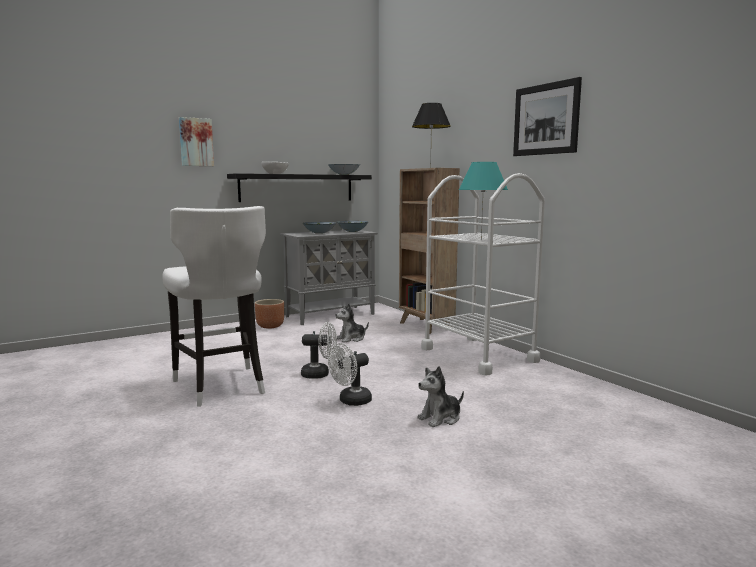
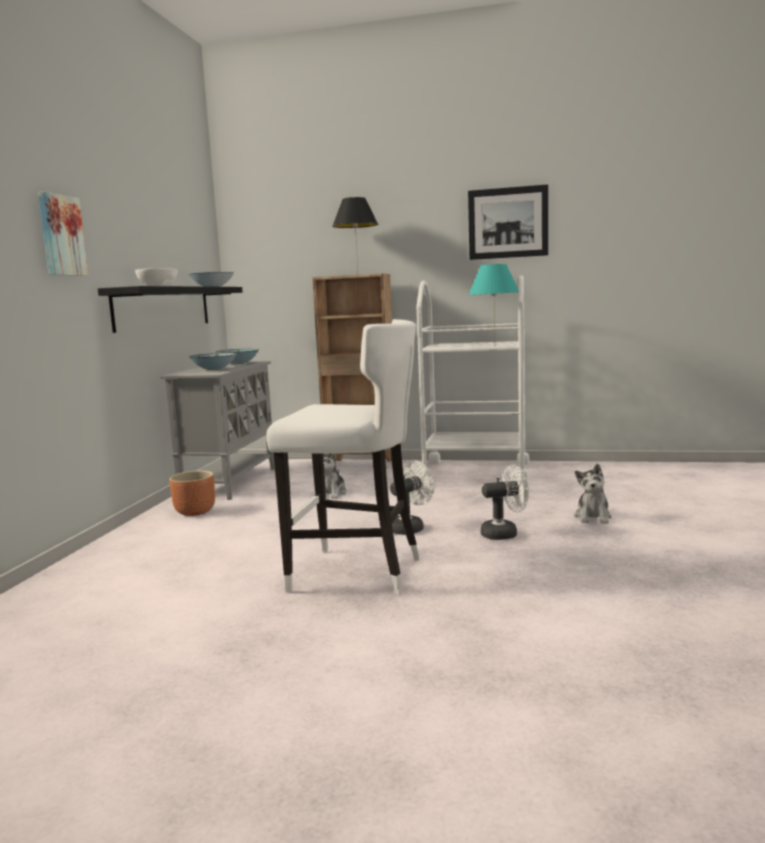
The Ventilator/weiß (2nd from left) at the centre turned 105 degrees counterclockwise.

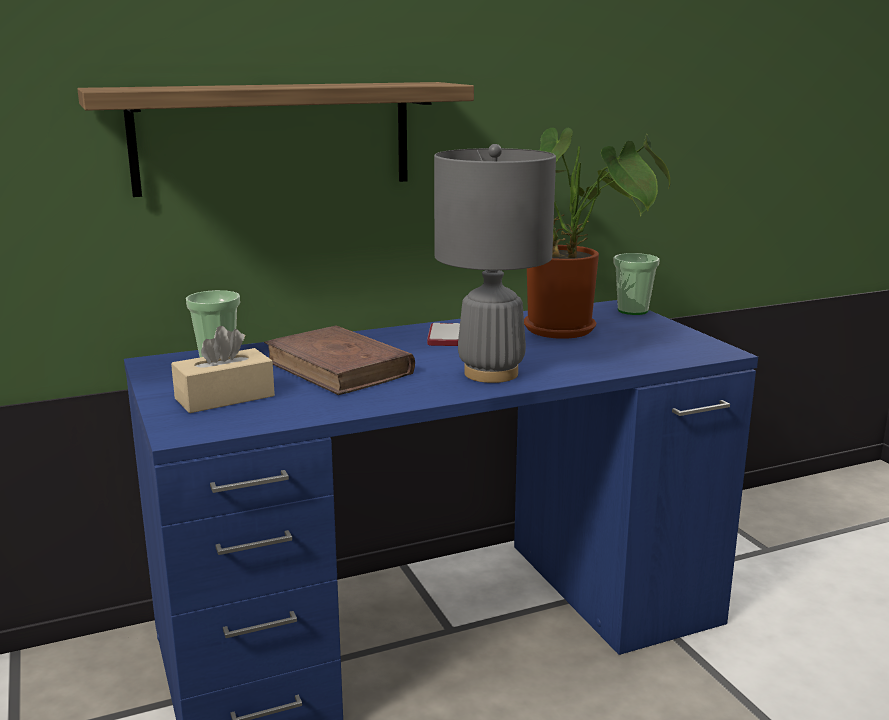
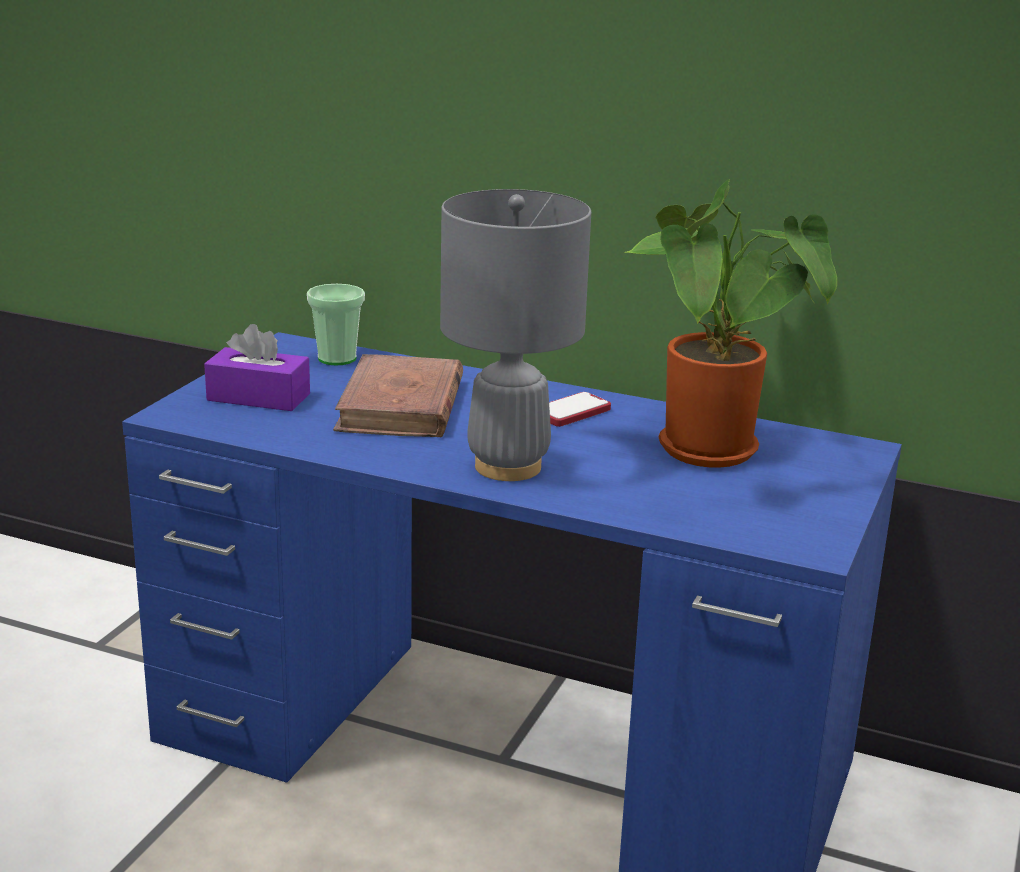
The Wandregal at the top left disappeared.
The Taschentuchbox/beige at the middle left became the Taschentuchbox/lila at the middle left.
The Tasse (2nd from left) at the middle right disappeared.

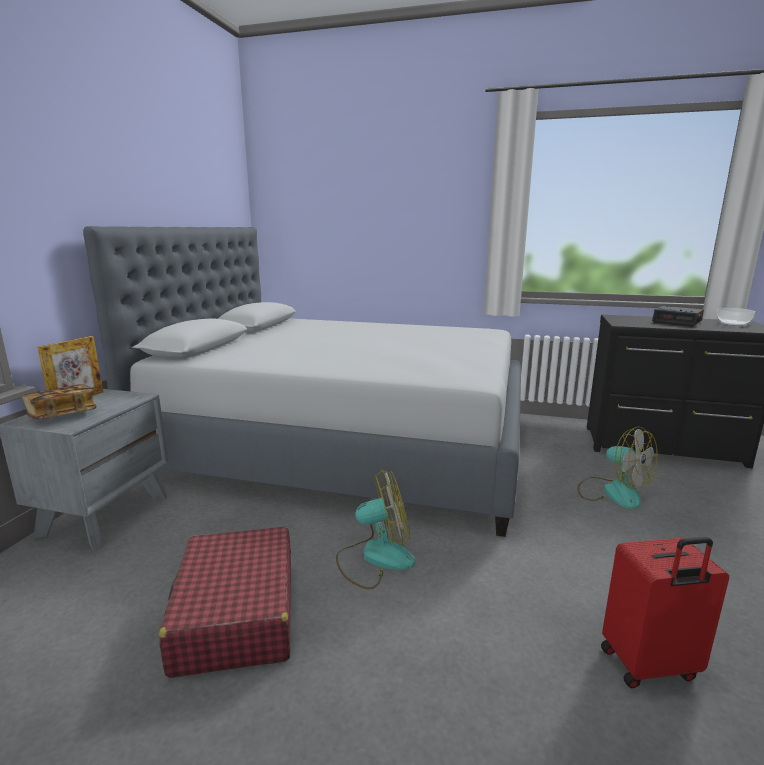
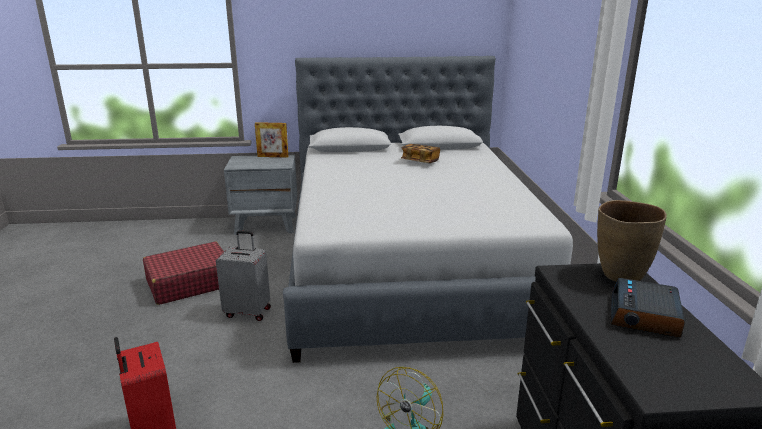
The Buch moved from the middle left to the centre.
The Ventilator (1st from left) at the bottom centre was replaced by the Koffer/grau at the middle left.
The Schüssel at the middle right disappeared.
The Vase/braun at the middle right appeared.

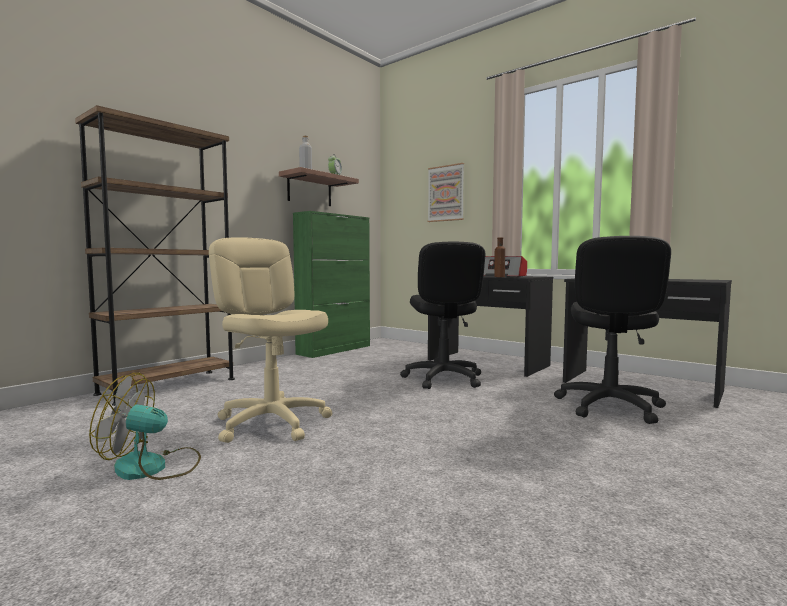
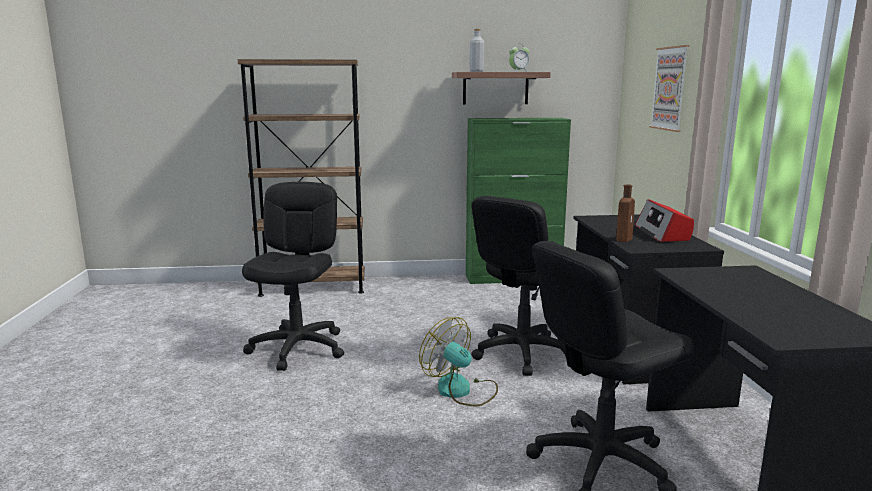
The Ventilator moved from the bottom left to the bottom centre.
The Bürostuhl/beige at the centre became the Bürostuhl/schwarz (1st from left) at the centre.

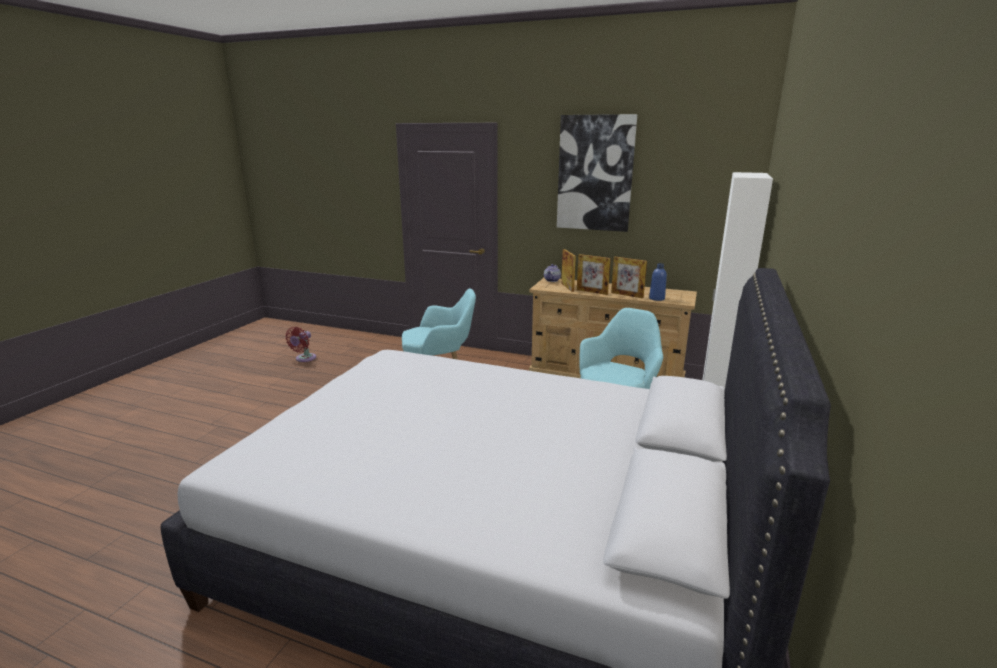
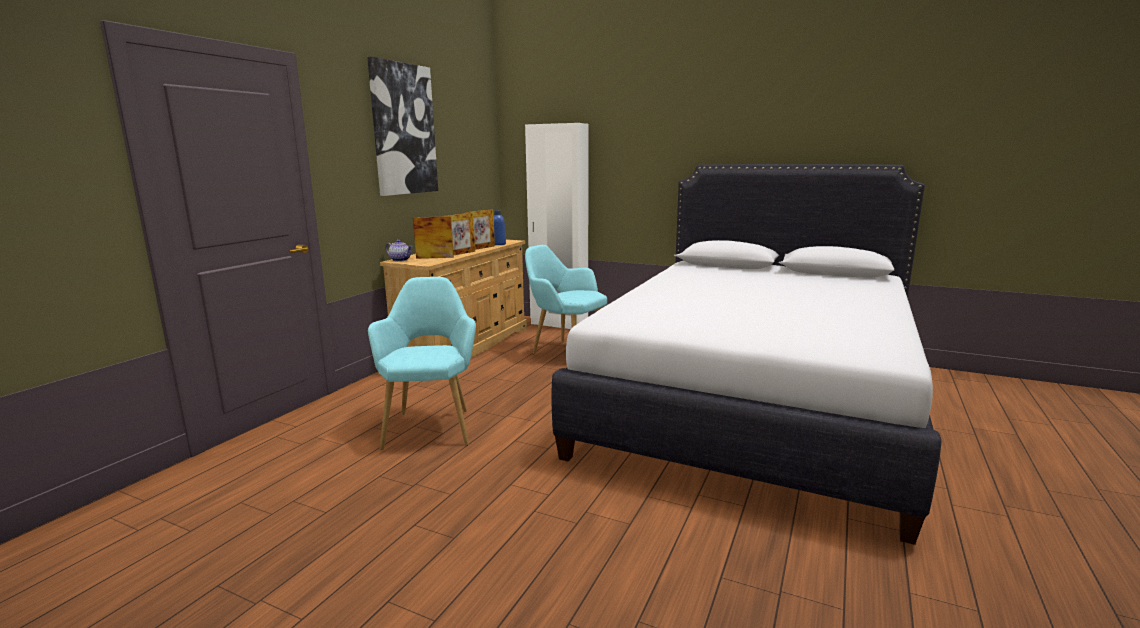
The Ventilator/rot at the middle left disappeared.

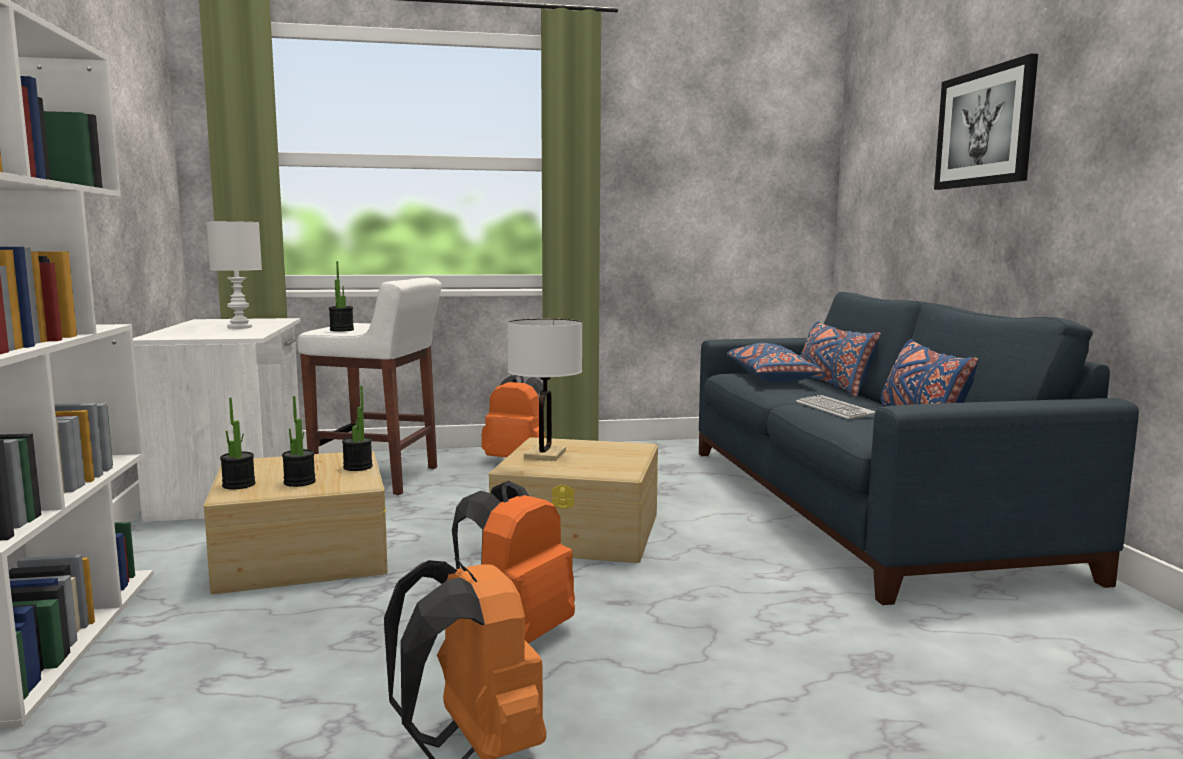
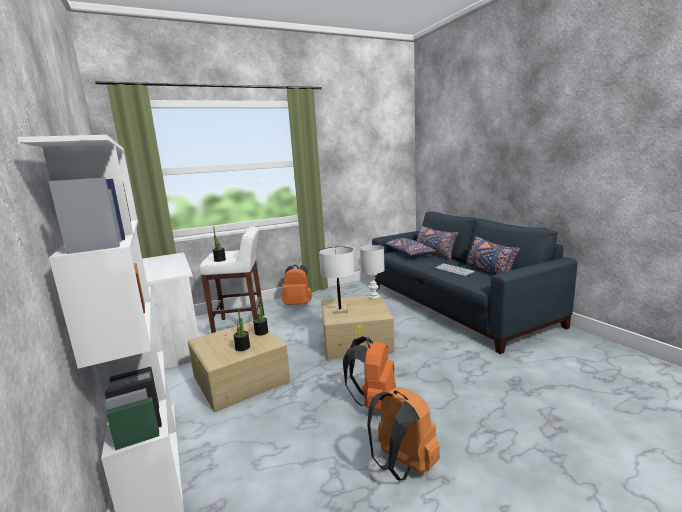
The Tischlampe/weiß (1st from left in the first image) moved from the middle left to the centre.
The Topfpflanze (1st from left) at the middle left disappeared.
The Bild at the top right disappeared.

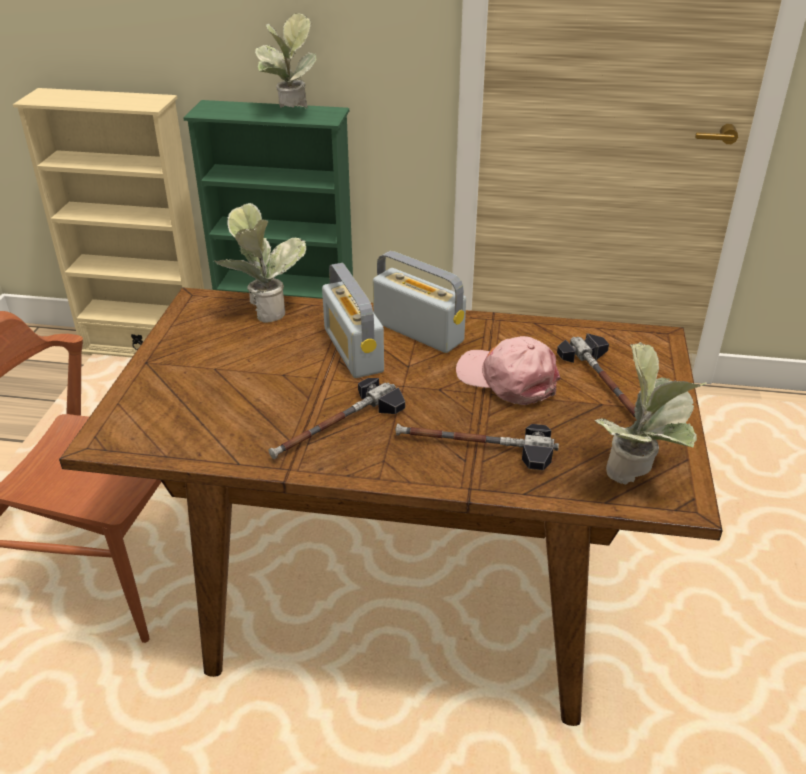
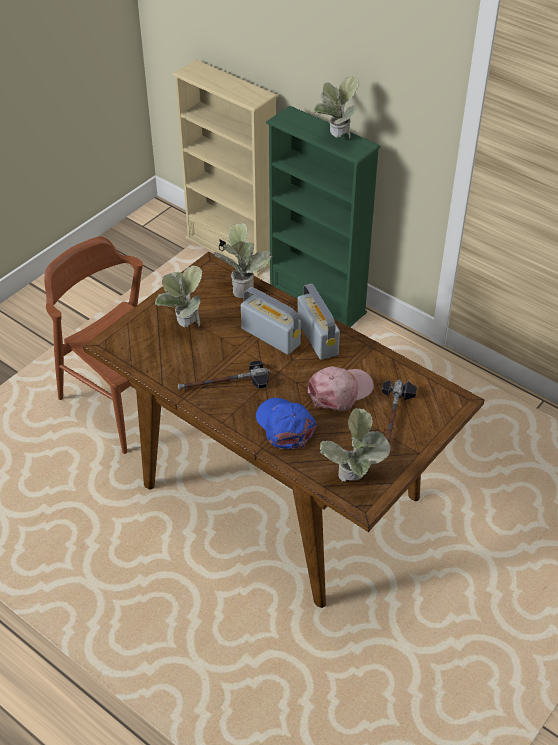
The Radio (1st from left) at the centre turned 120 degrees clockwise.
The Hammer (2nd from left) at the centre was replaced by the Kappe/blau at the centre.
The Kappe/rosa at the centre turned 75 degrees clockwise.
The Topfpflanze (1st from left) at the middle left appeared.

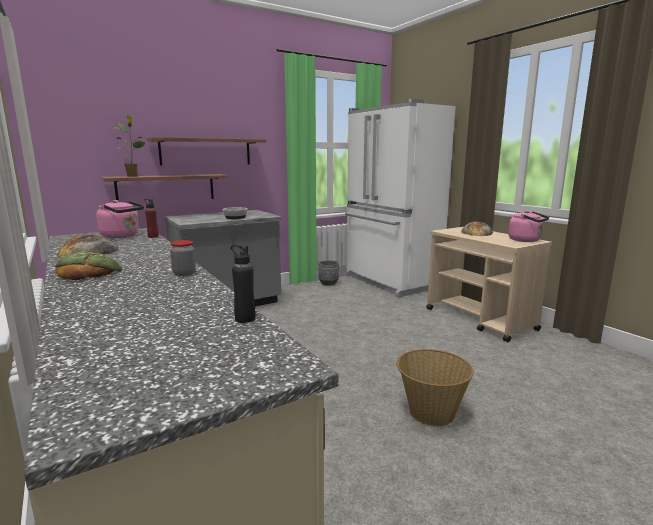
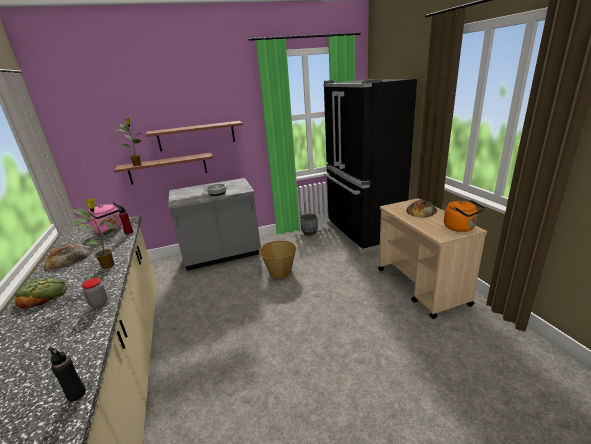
The Kühlschrank/weiß at the centre became the Kühlschrank/schwarz at the centre.
The Korb moved from the bottom centre to the centre.
The Wasserkessel/rosa (2nd from left) at the middle right became the Wasserkessel/orange at the middle right.
The Topfpflanze (1st from left) at the middle left appeared.

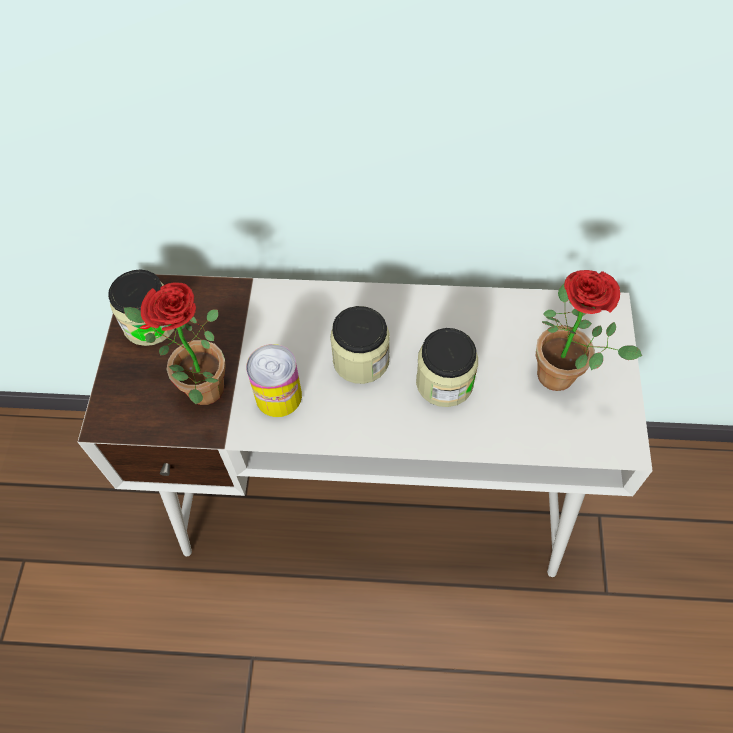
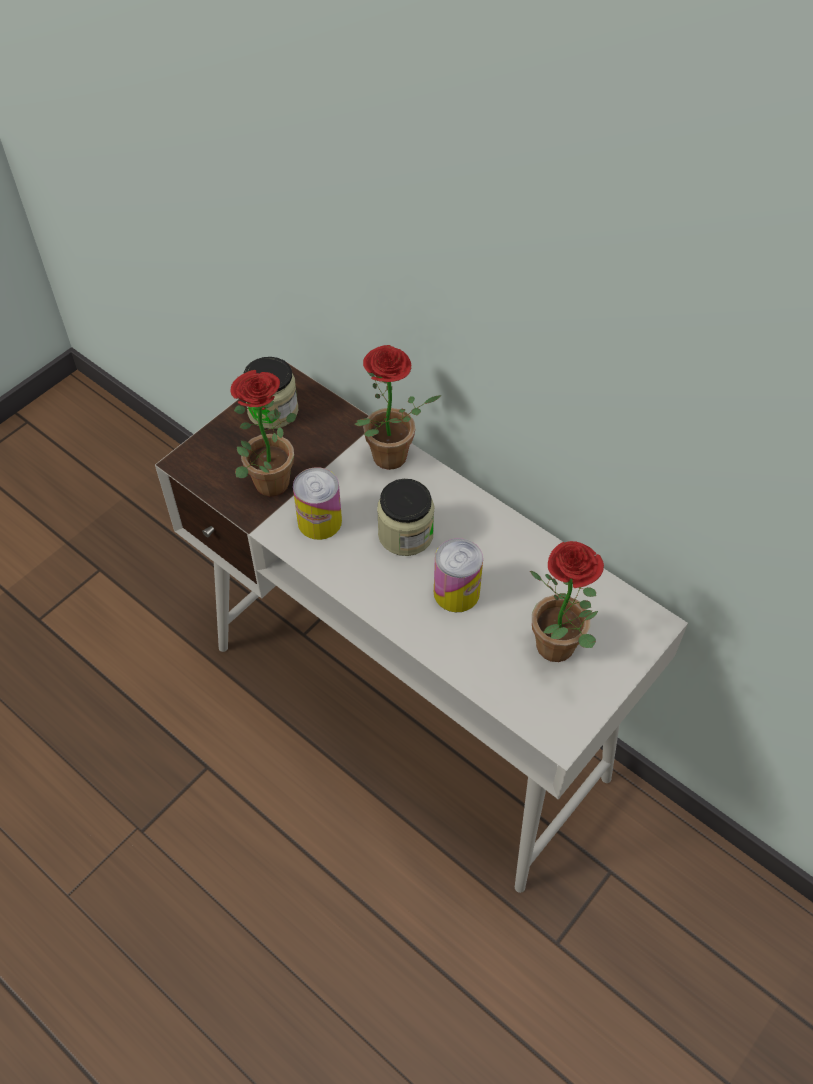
The Vorratsglas (3rd from left) at the centre was replaced by the Dose (2nd from left) at the centre.
The Topfpflanze (2nd from left) at the centre appeared.

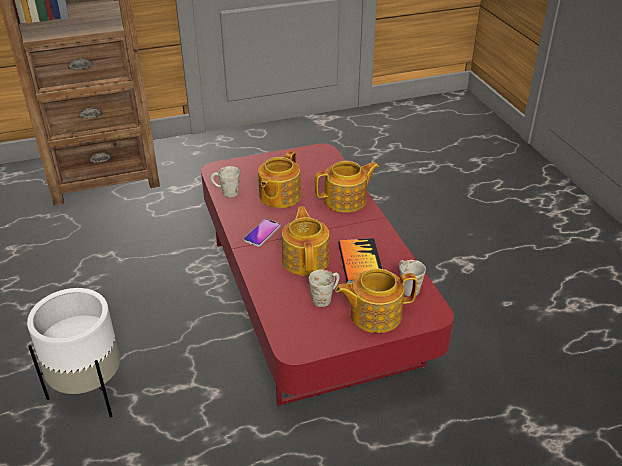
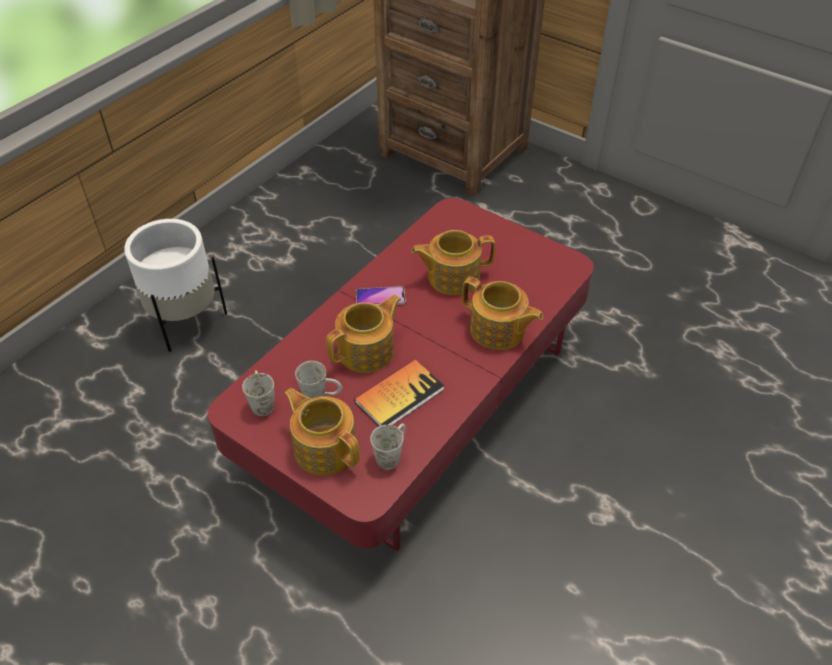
The Henkelbecher/weiß (1st from left) moved from the centre to the middle left.

